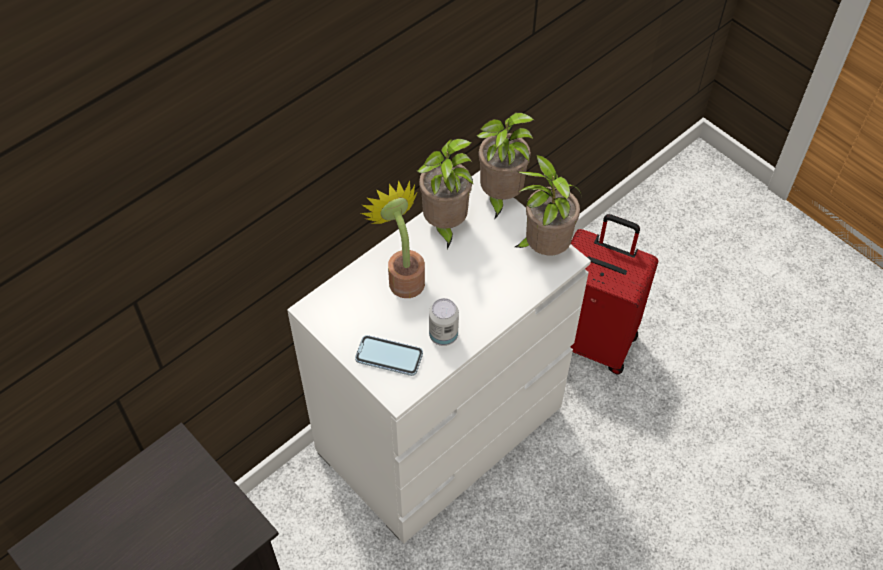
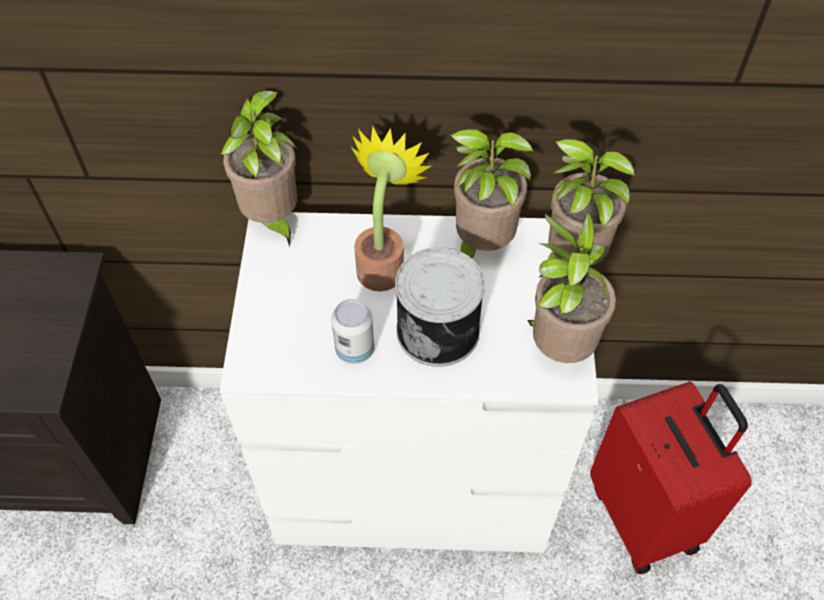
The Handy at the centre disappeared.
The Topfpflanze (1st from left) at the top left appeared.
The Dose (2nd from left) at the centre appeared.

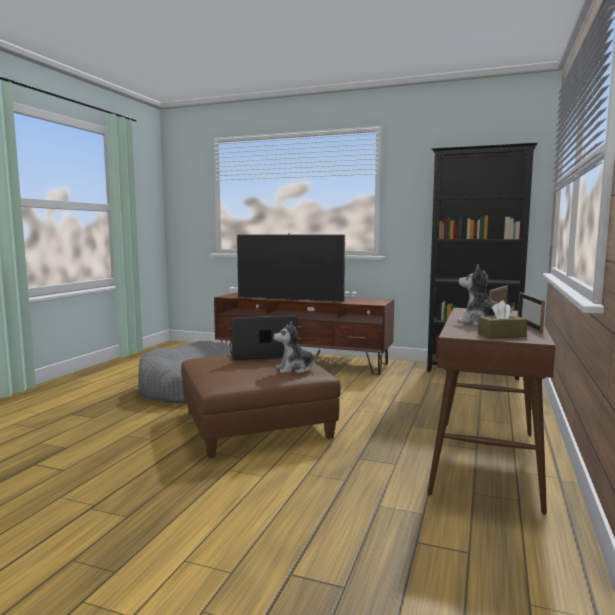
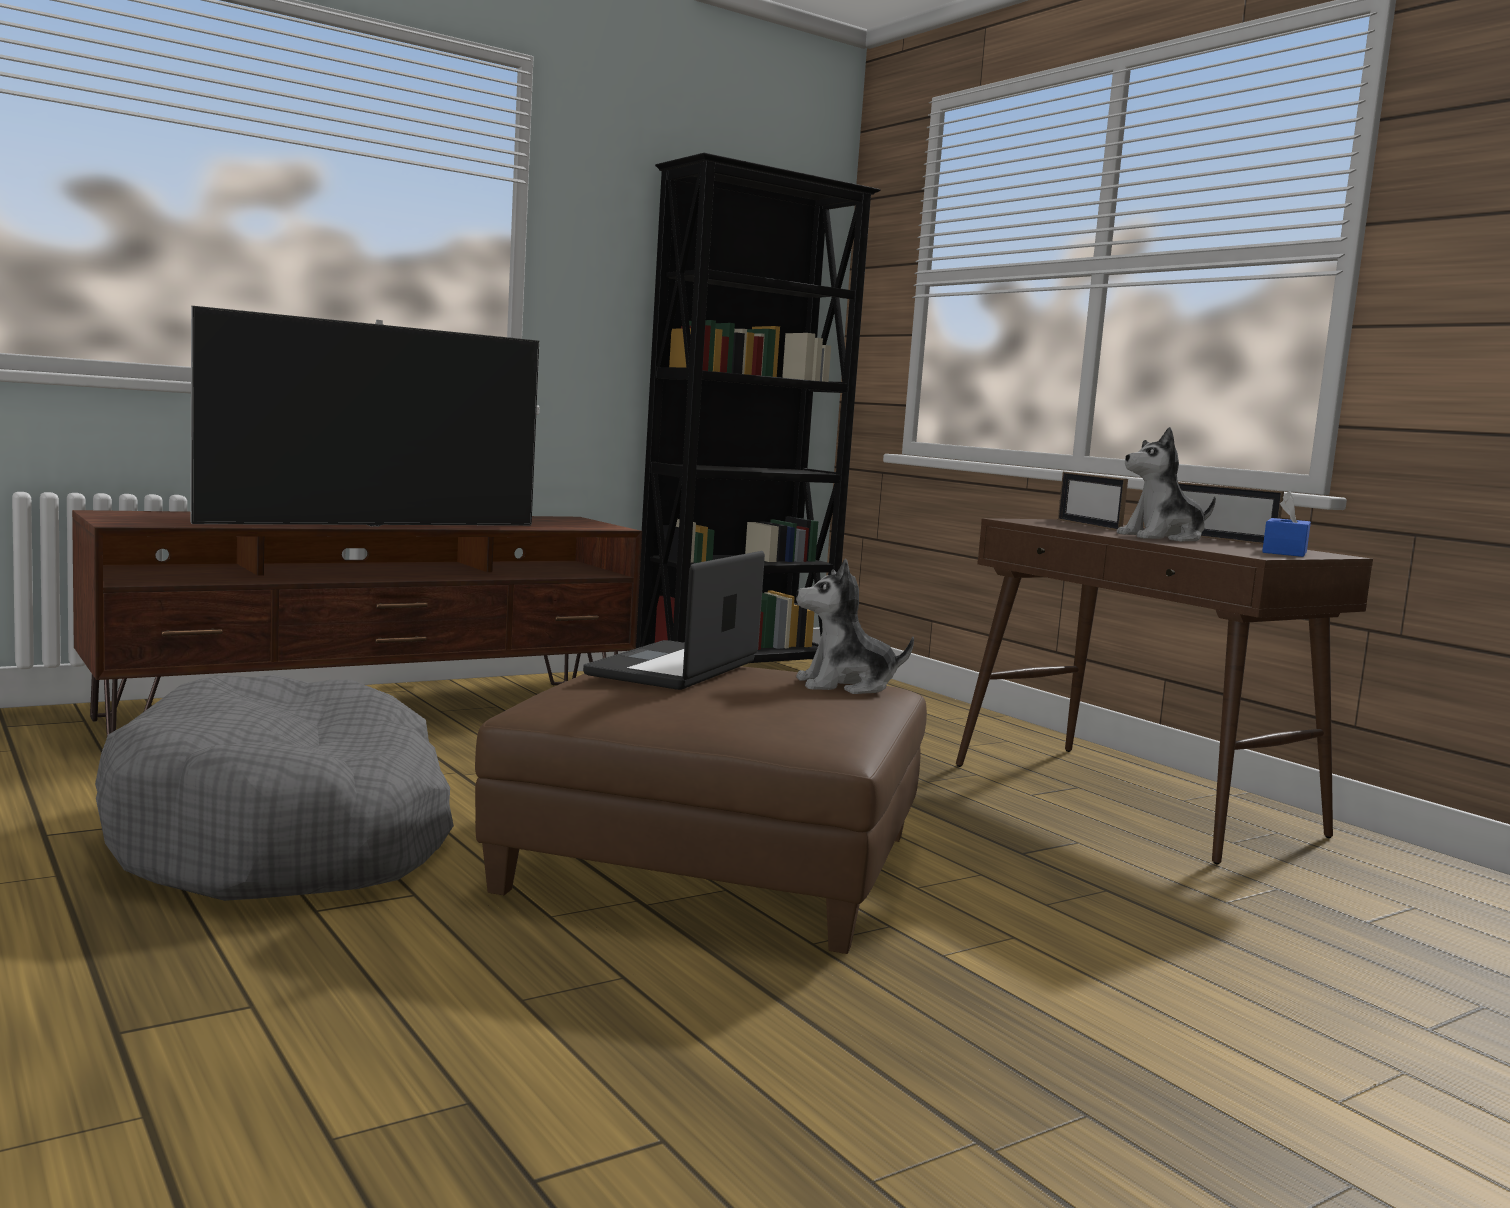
The Plüschtier (1st from left) at the centre turned 60 degrees clockwise.
The Taschentuchbox/braun at the middle right became the Taschentuchbox/blau at the middle right.

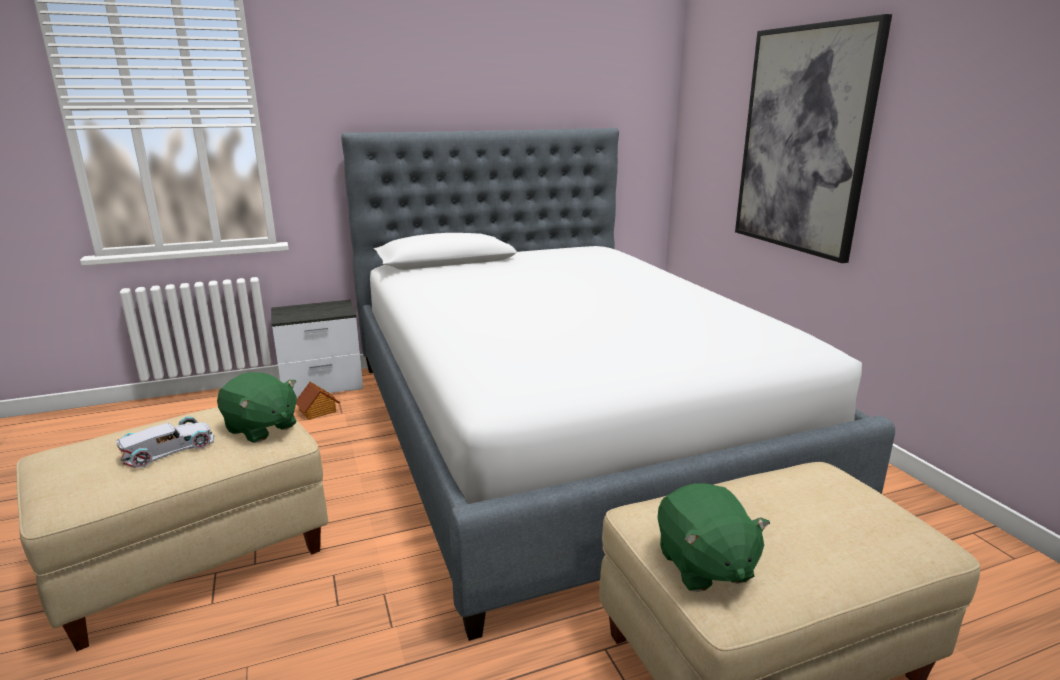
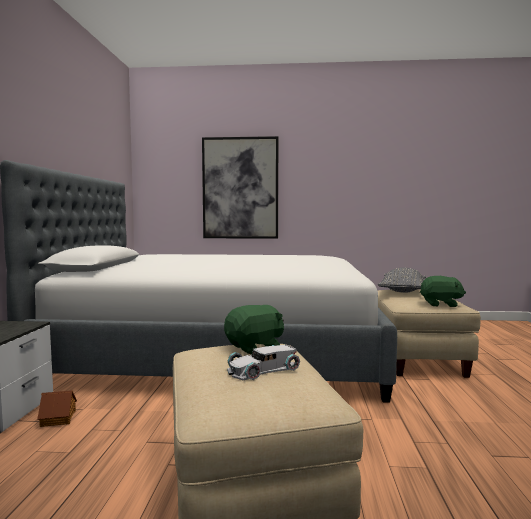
The Spielzeugauto/weiß at the middle left turned 105 degrees counterclockwise.
The Kissen/grau at the middle right appeared.

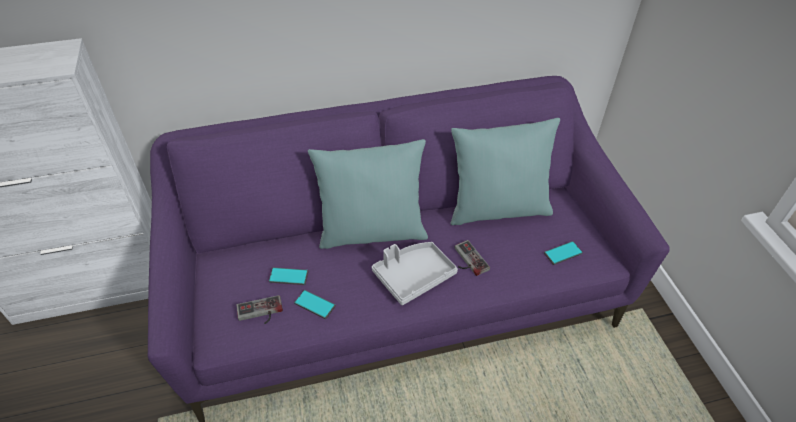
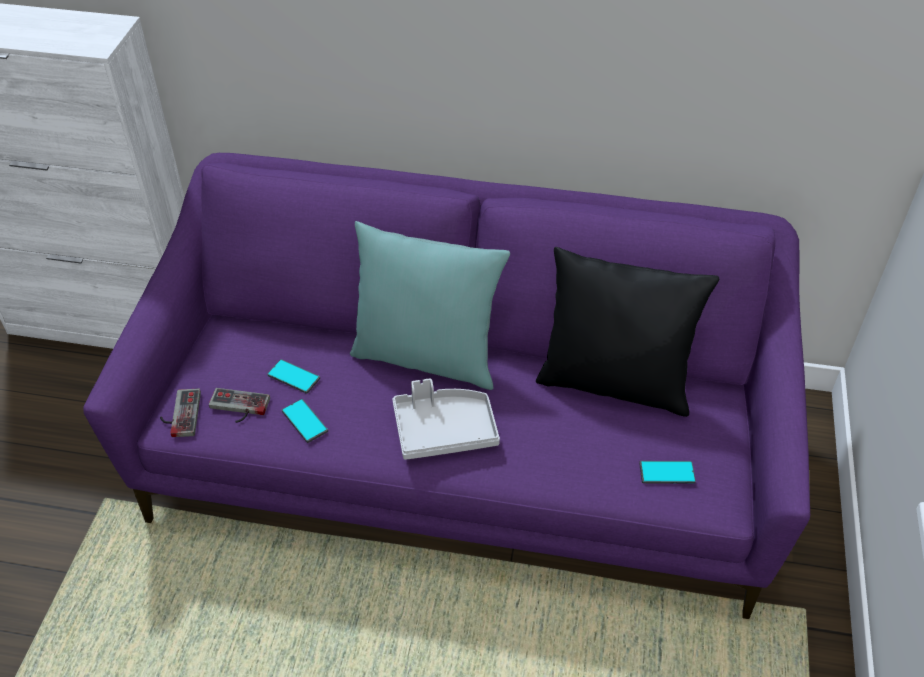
The Kissen/türkis (2nd from left) at the centre became the Kissen/schwarz at the middle right.
The Gamepad (2nd from left in the first image) moved from the centre to the middle left.

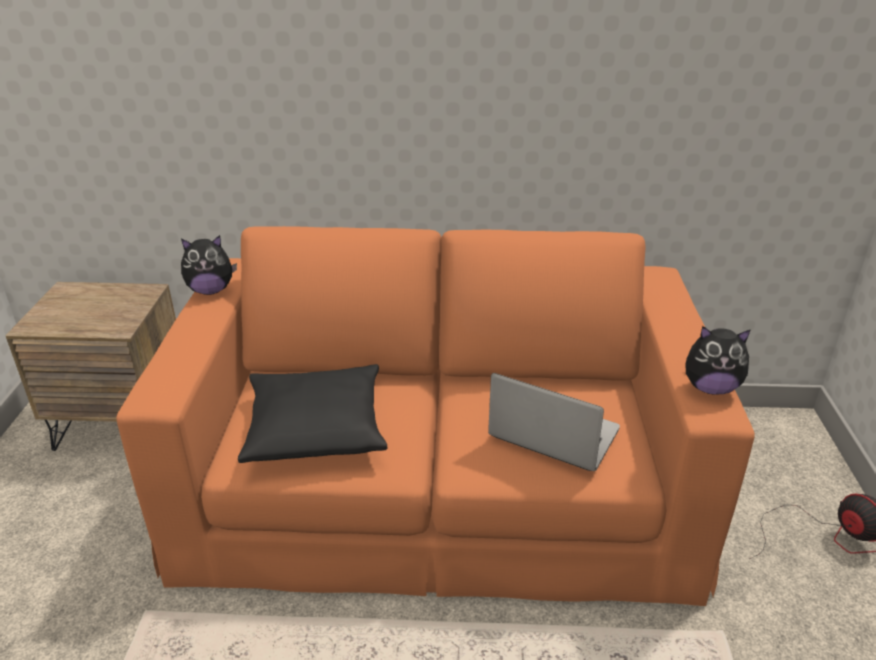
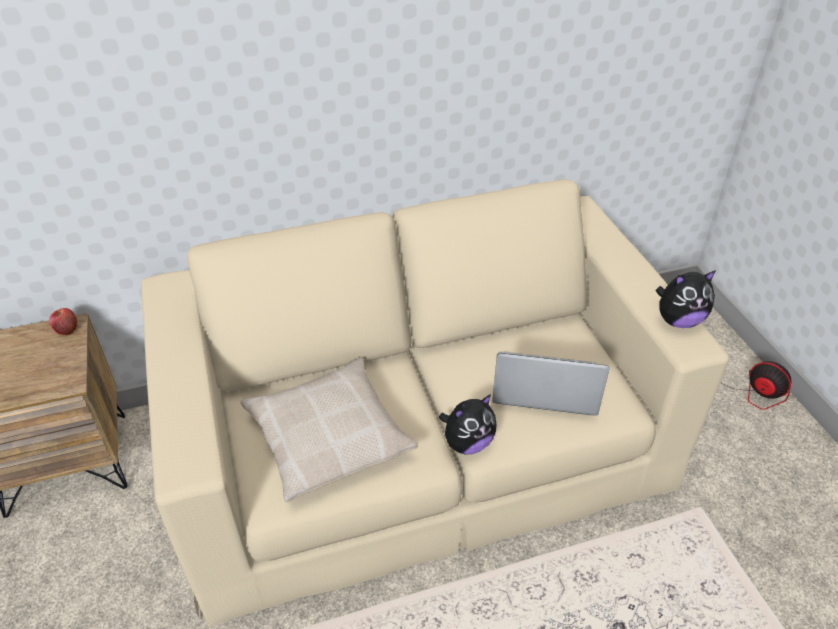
The Sofa/orange at the centre became the Sofa/beige at the centre.
The Plüschtier (1st from left) moved from the middle left to the bottom centre.
The Kissen/schwarz at the centre became the Kissen/beige at the bottom centre.
The Apfel at the middle left appeared.

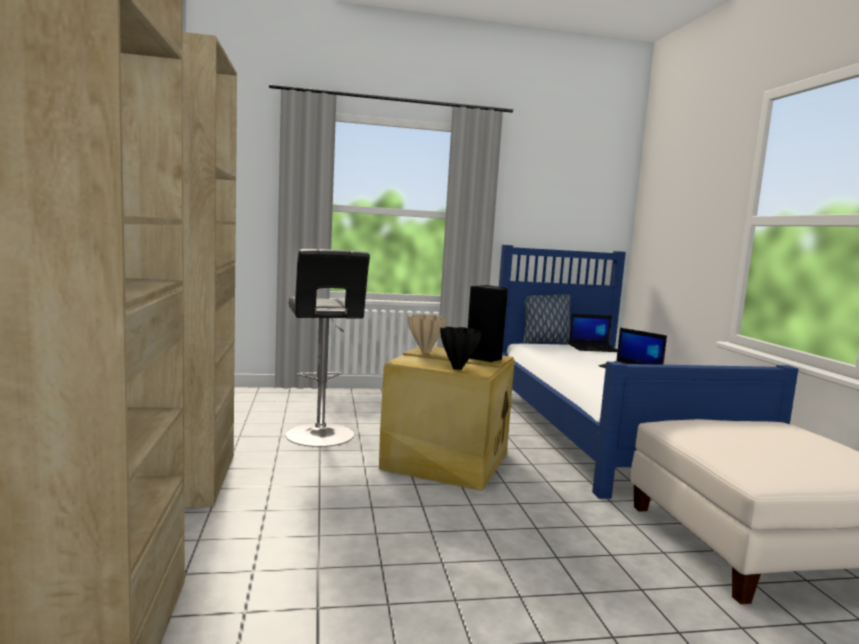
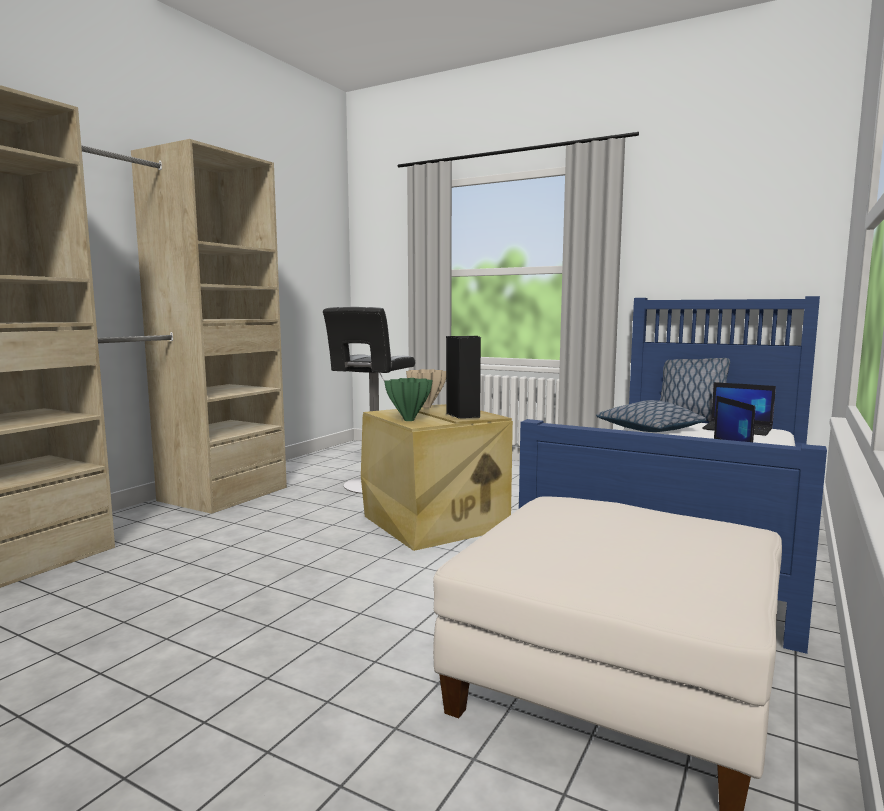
The Vase/schwarz at the centre became the Vase/grün at the centre.
The Kissen (1st from left) at the middle right appeared.

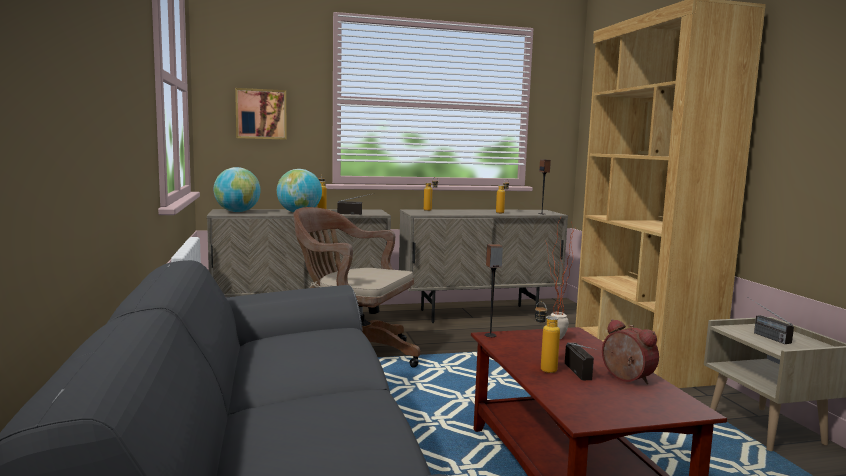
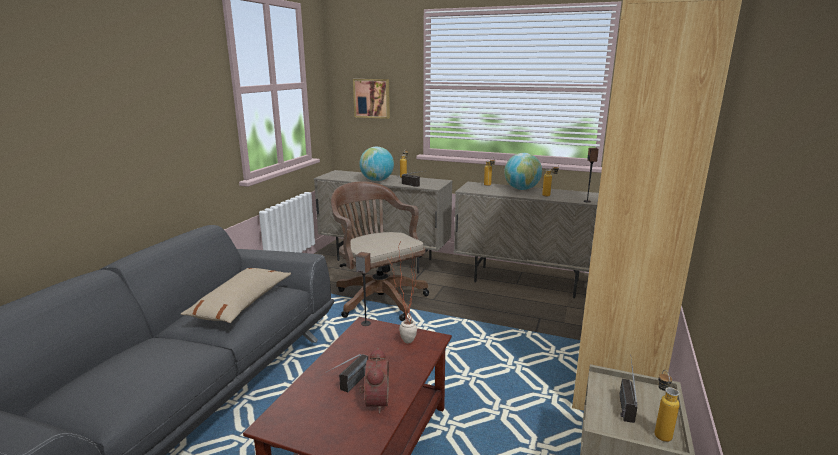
The Globus (1st from left in the first image) moved from the middle left to the centre.
The Flasche (4th from left) moved from the bottom centre to the bottom right.
The Kissen/beige at the middle left appeared.

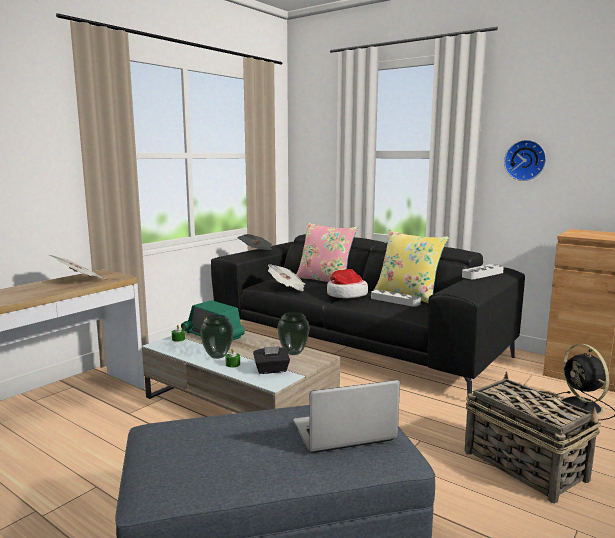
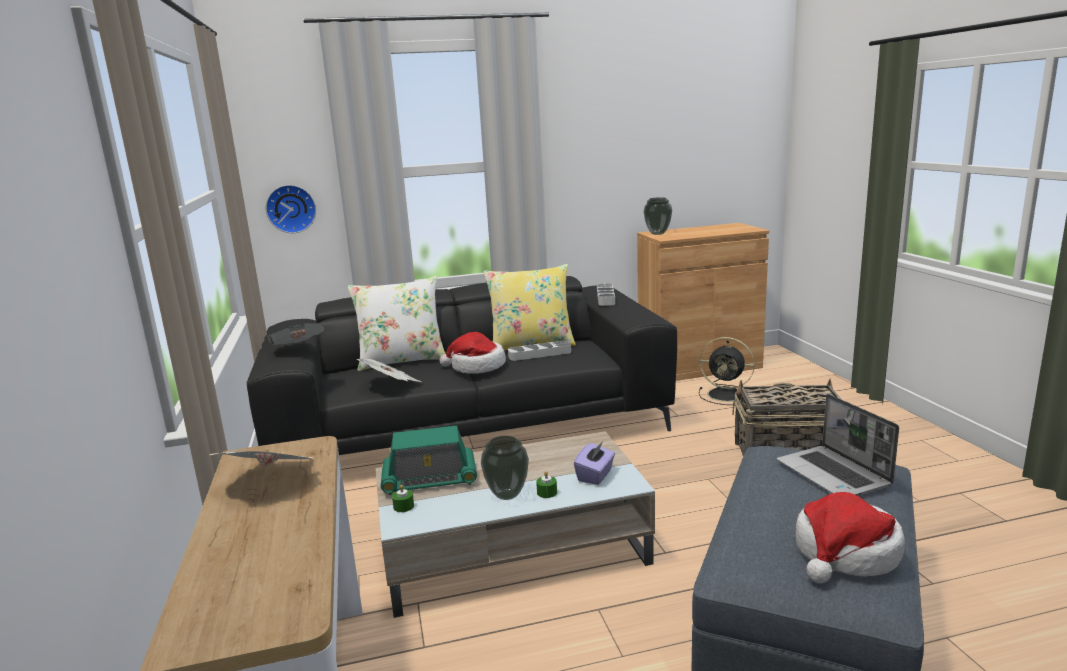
The Taschentuchbox/schwarz at the bottom centre became the Taschentuchbox/lila at the bottom centre.
The Vase (2nd from left) moved from the centre to the top centre.
The Laptop at the bottom centre turned 45 degrees counterclockwise.
The Kissen/rosa at the centre became the Kissen/weiß at the centre.
The Wanduhr moved from the top right to the top left.
The Hut (2nd from left) at the bottom right appeared.

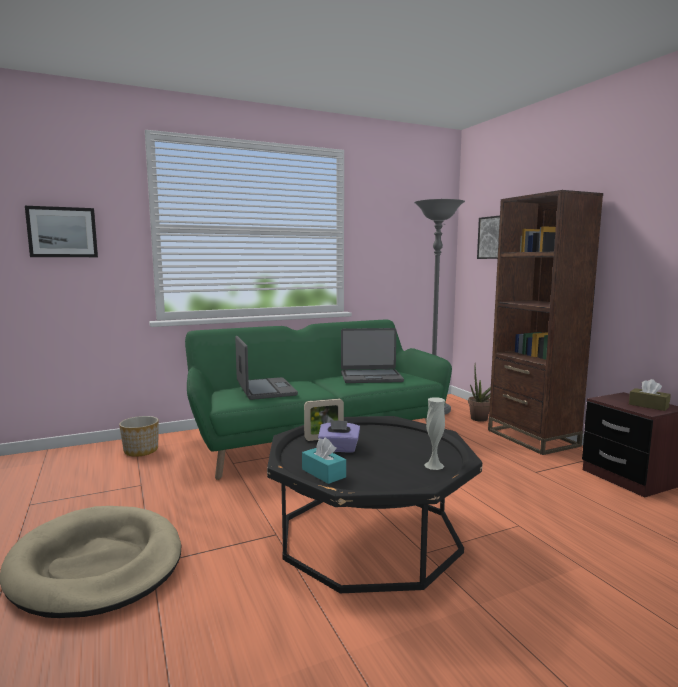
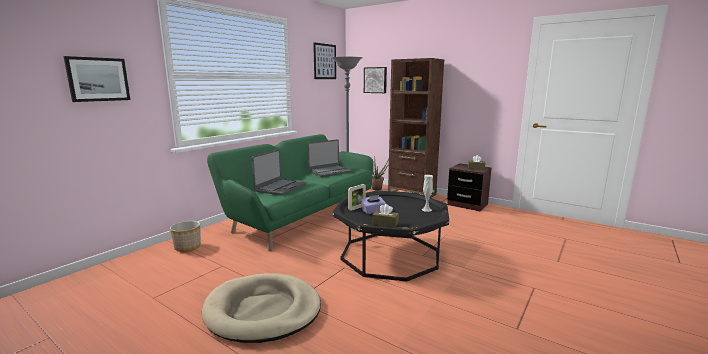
The Laptop (1st from left) at the centre turned 75 degrees clockwise.
The Taschentuchbox/türkis at the bottom centre became the Taschentuchbox/braun (1st from left) at the centre.
The Bild (2nd from left) at the top centre appeared.

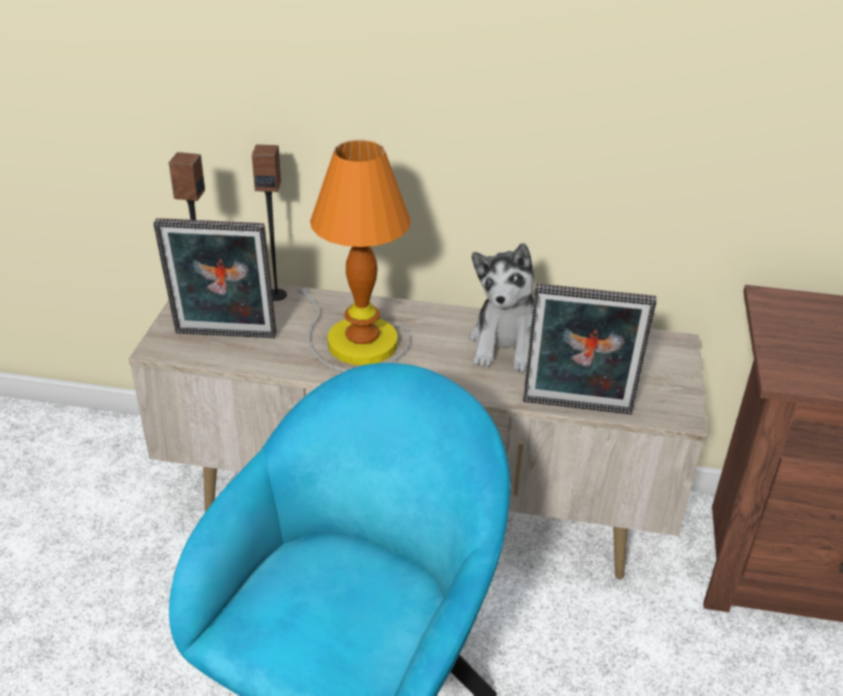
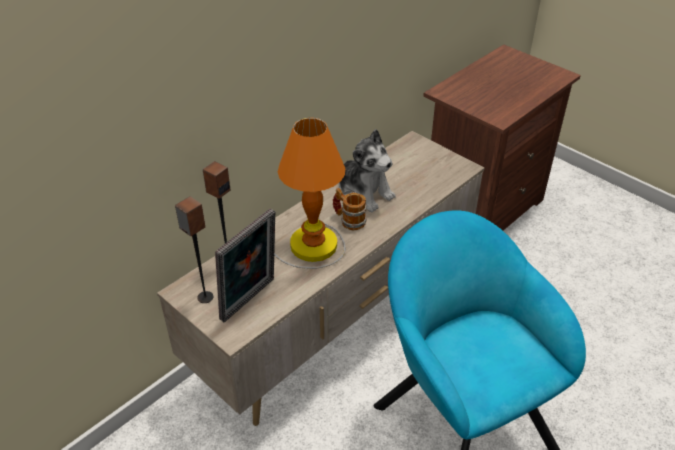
The Bilderrahmen (2nd from left) at the middle right disappeared.
The Henkelbecher at the centre appeared.

